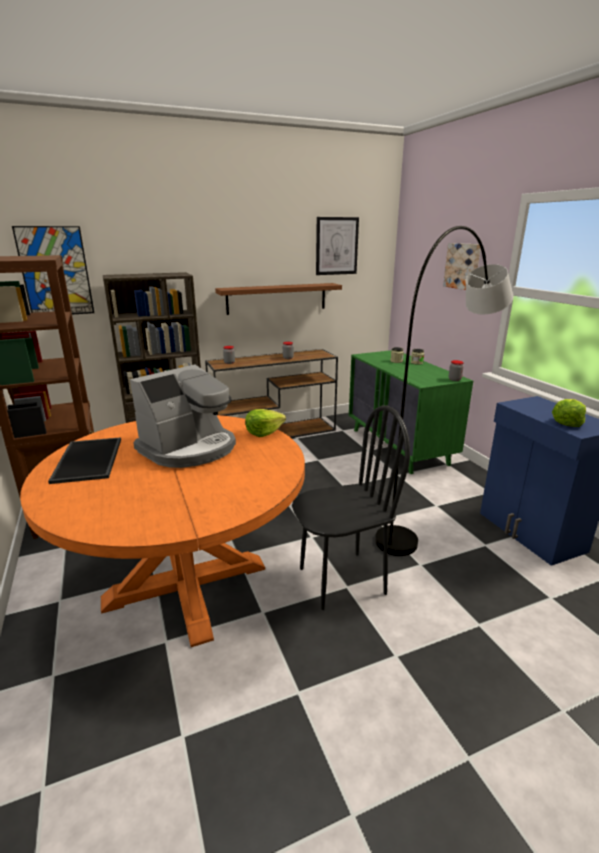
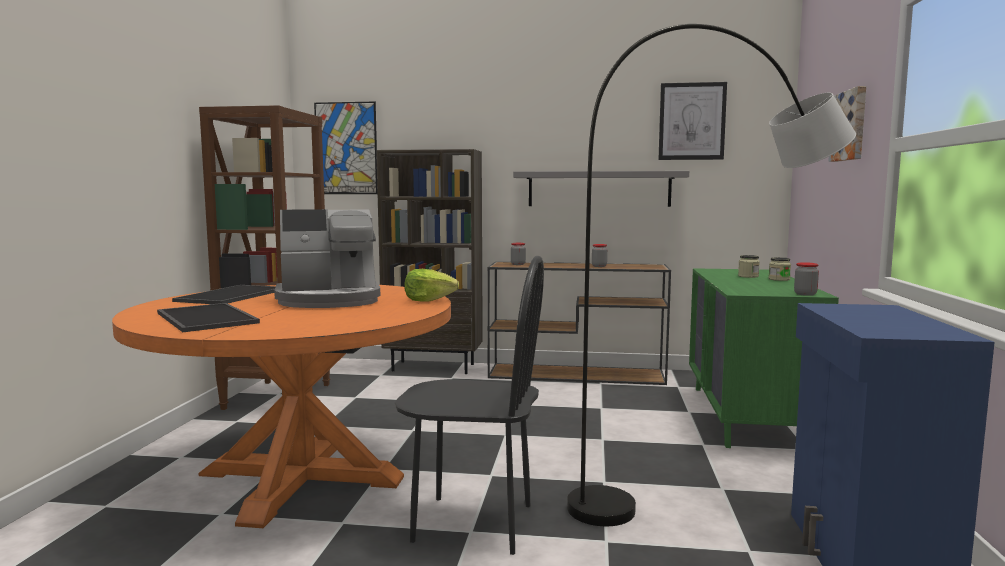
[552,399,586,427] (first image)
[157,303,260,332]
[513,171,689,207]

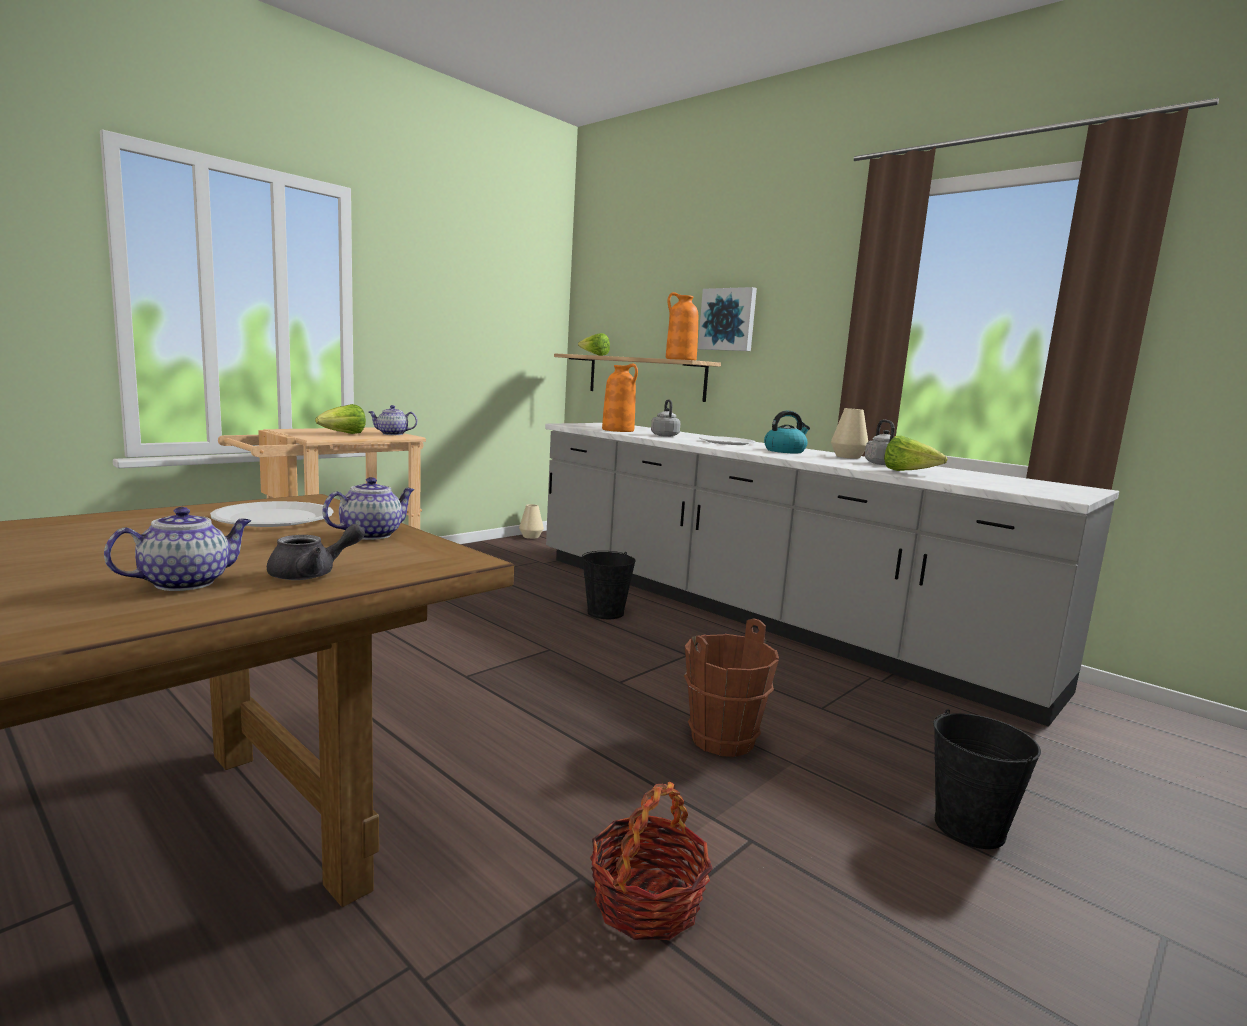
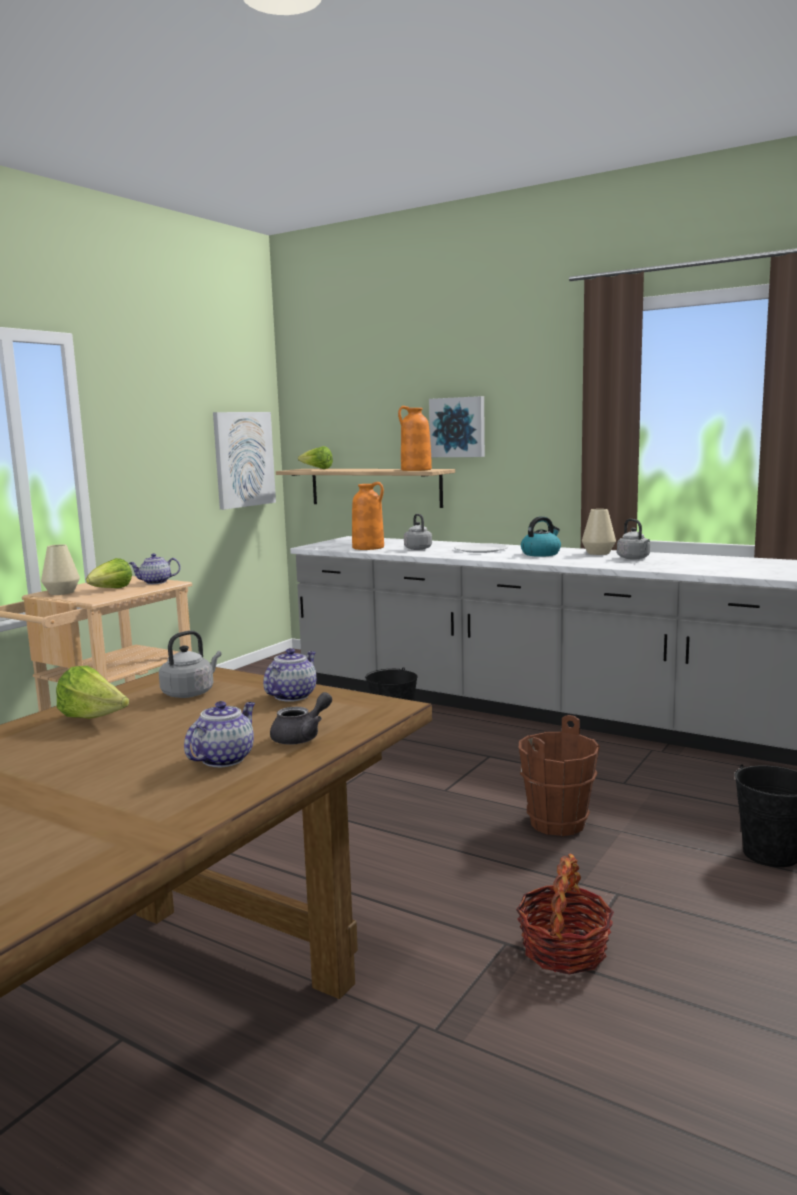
[213,412,276,510]
[41,544,80,595]
[56,666,129,719]
[159,630,222,698]

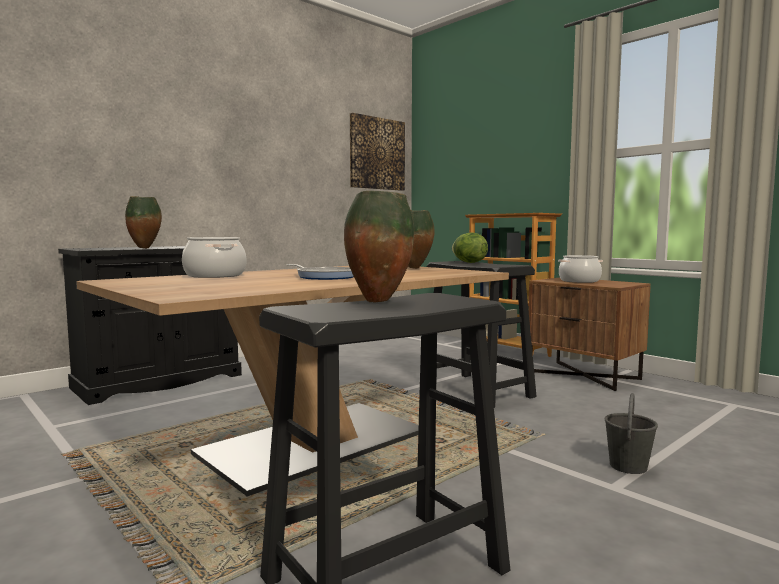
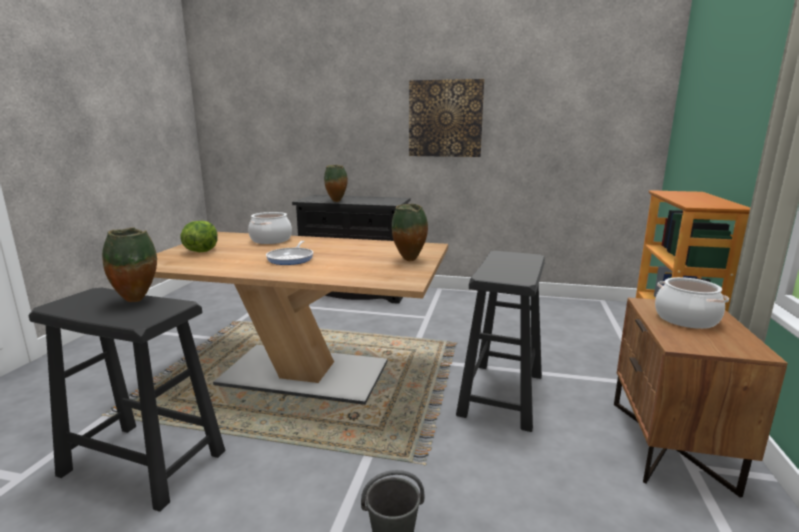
[409,79,484,157]
[180,221,218,252]

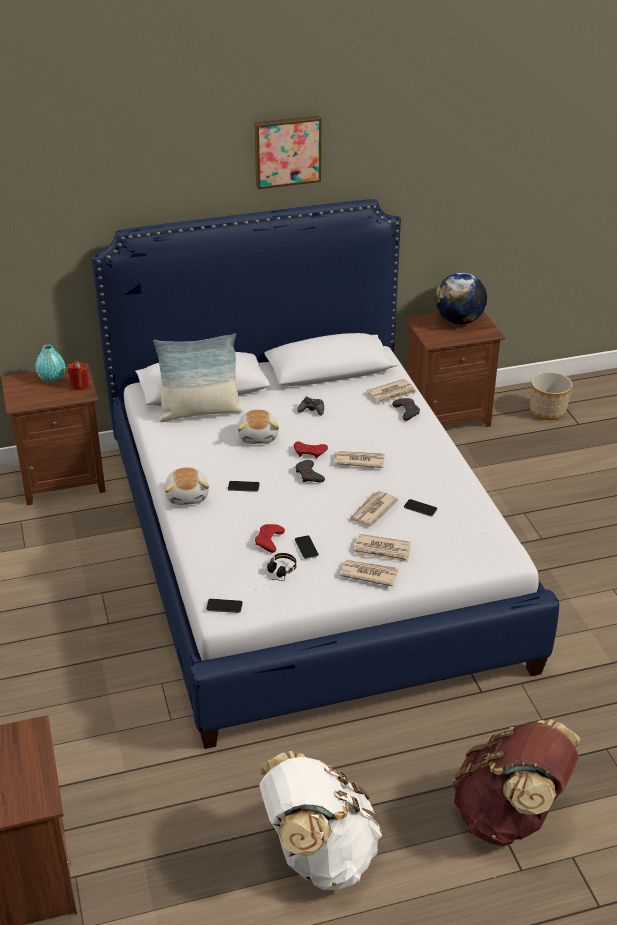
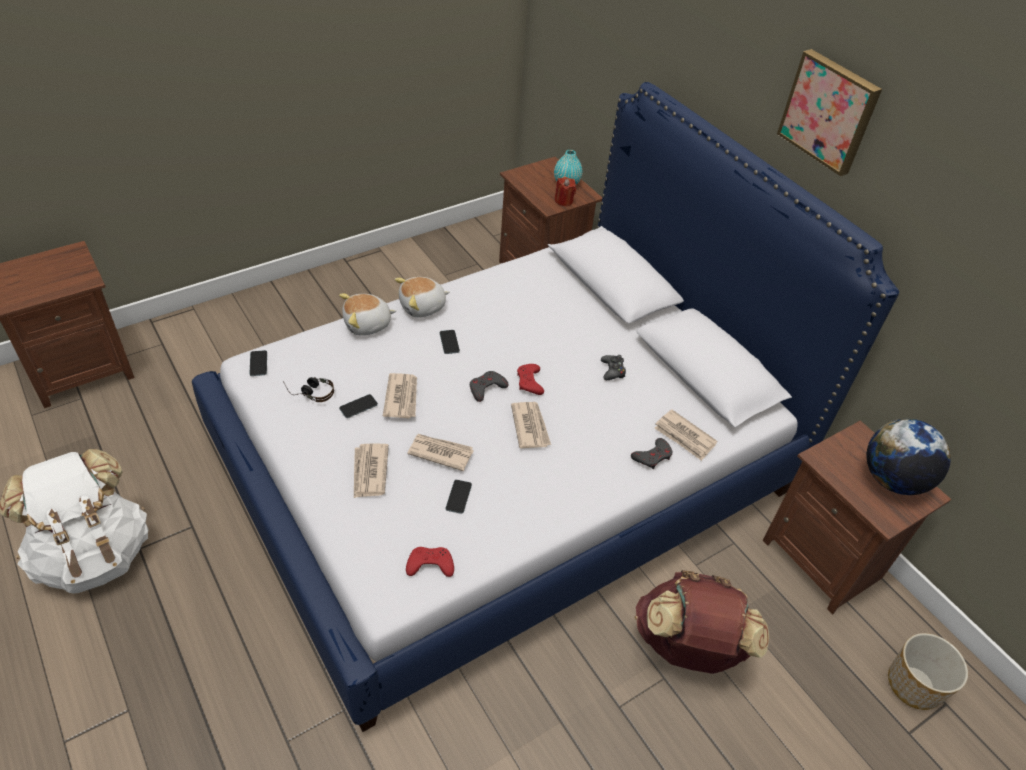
[154,333,243,422] (first image)
[339,294,396,336]
[406,547,454,577]
[383,373,417,418]
[635,570,769,674]

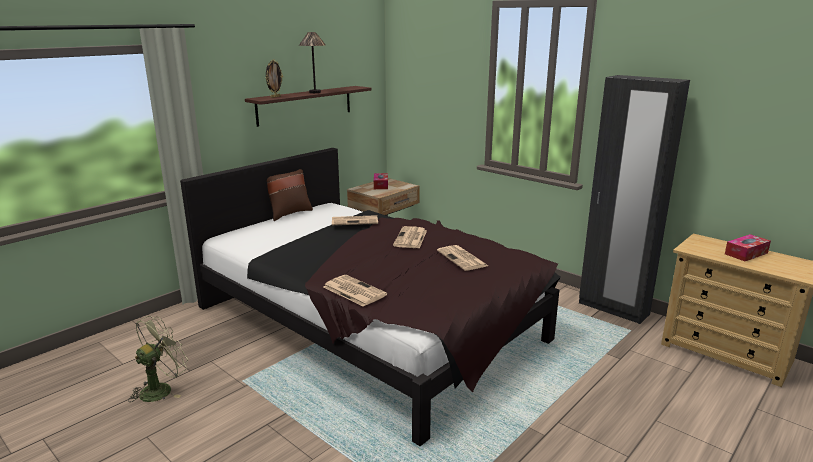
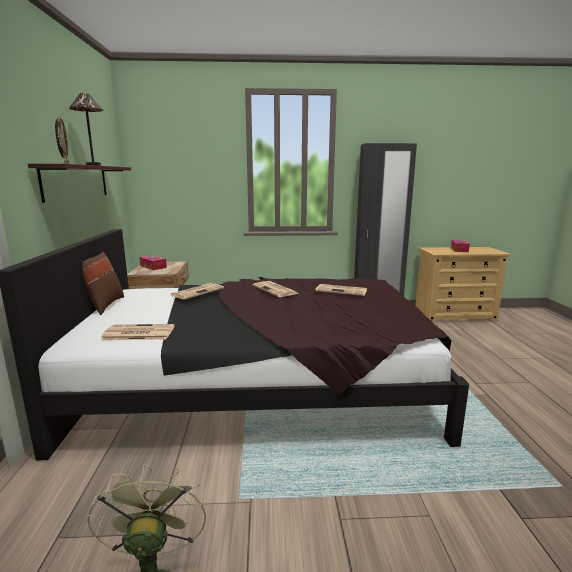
[101,324,174,340]

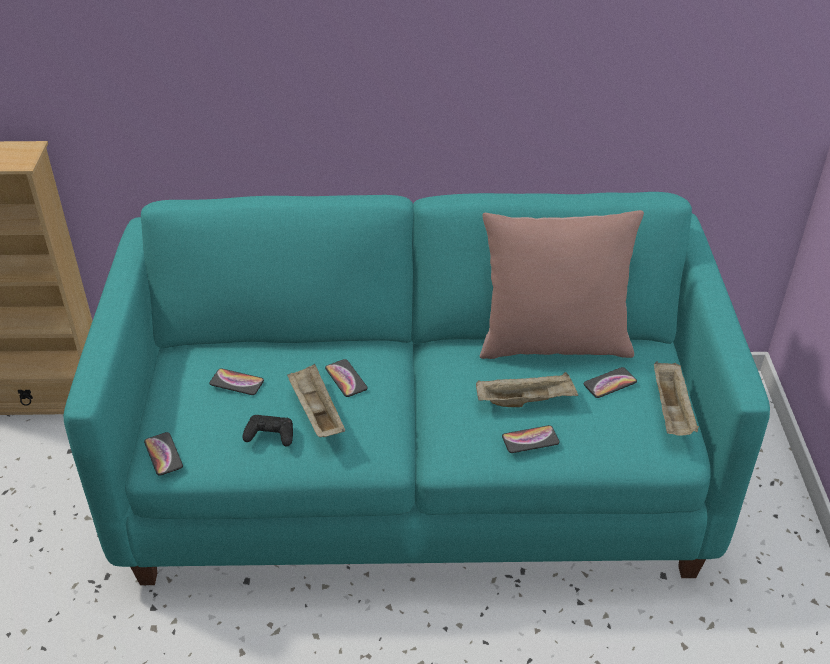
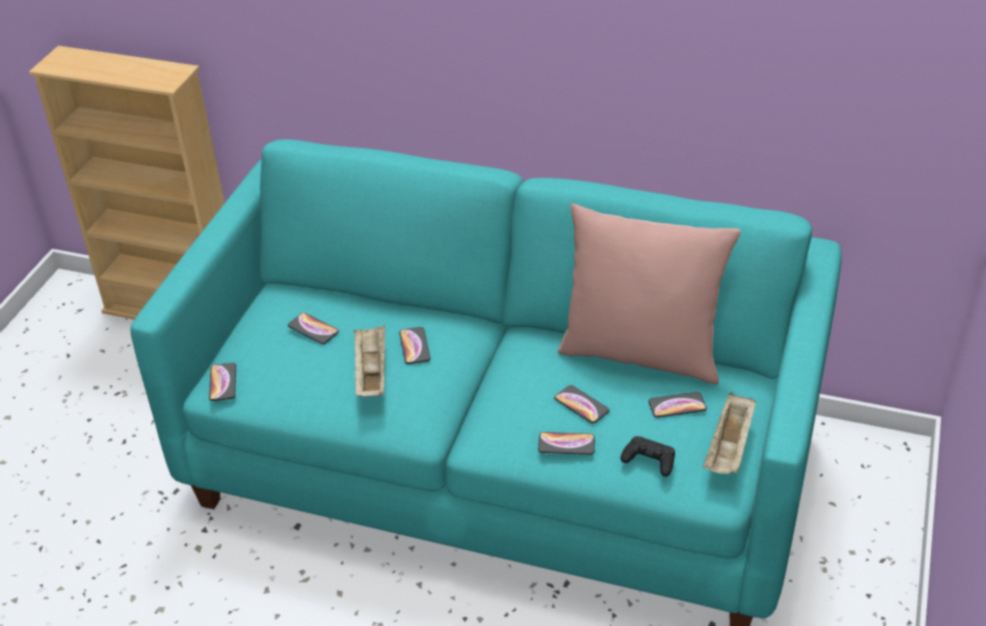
[620,436,675,477]
[554,385,609,424]

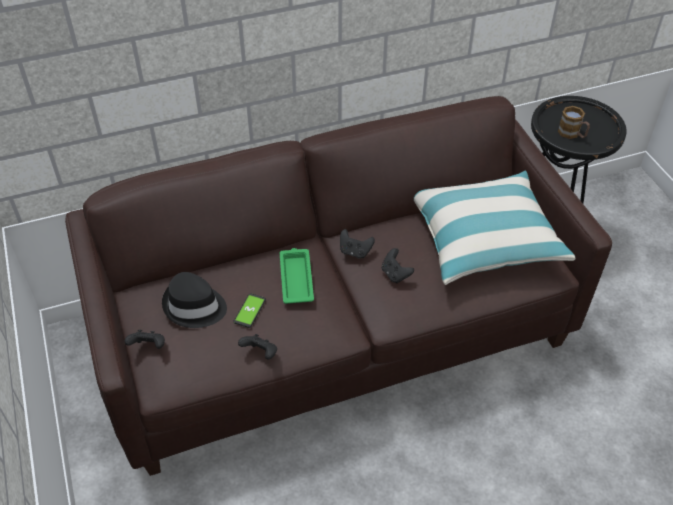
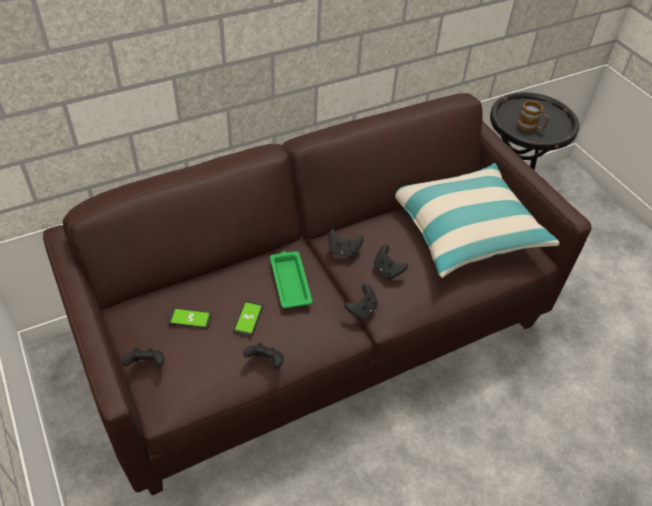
[344,284,377,320]
[168,308,212,329]

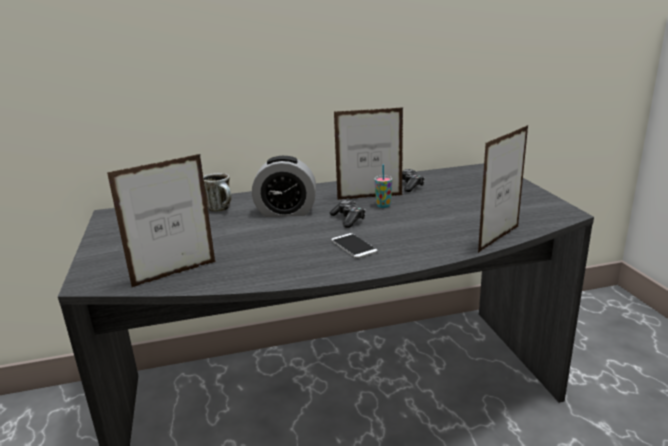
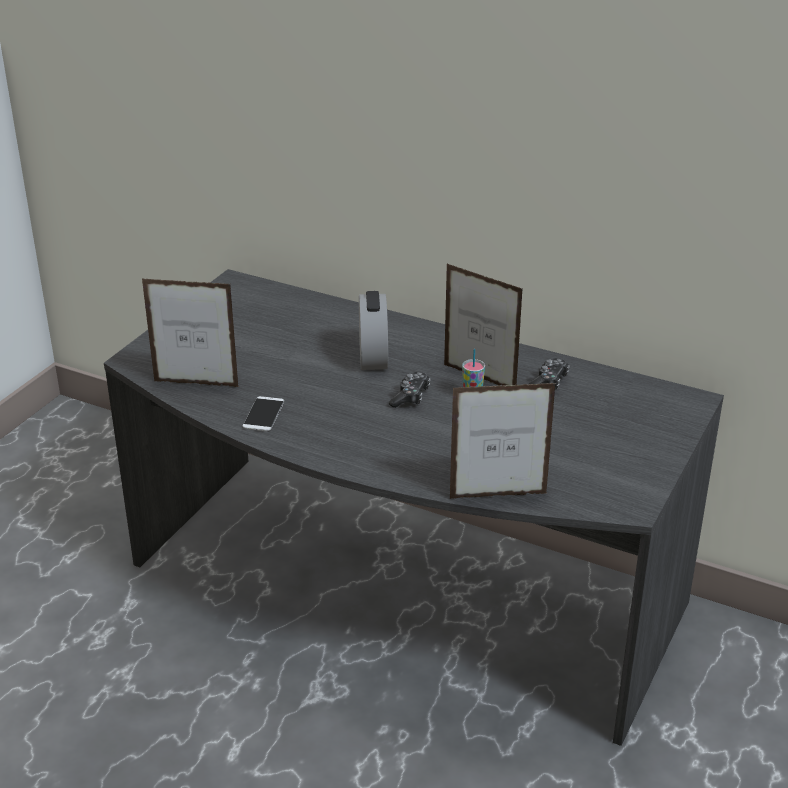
[203,173,231,212] (first image)
[243,396,284,431]
[359,291,388,370]

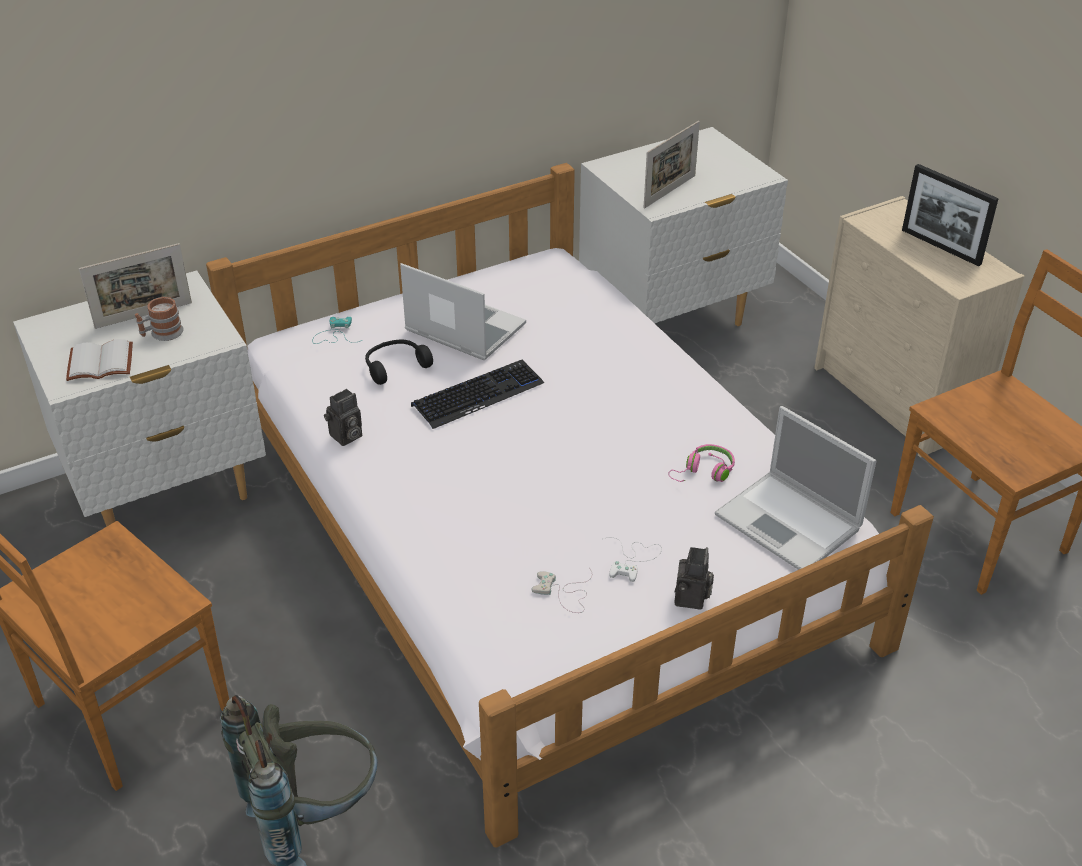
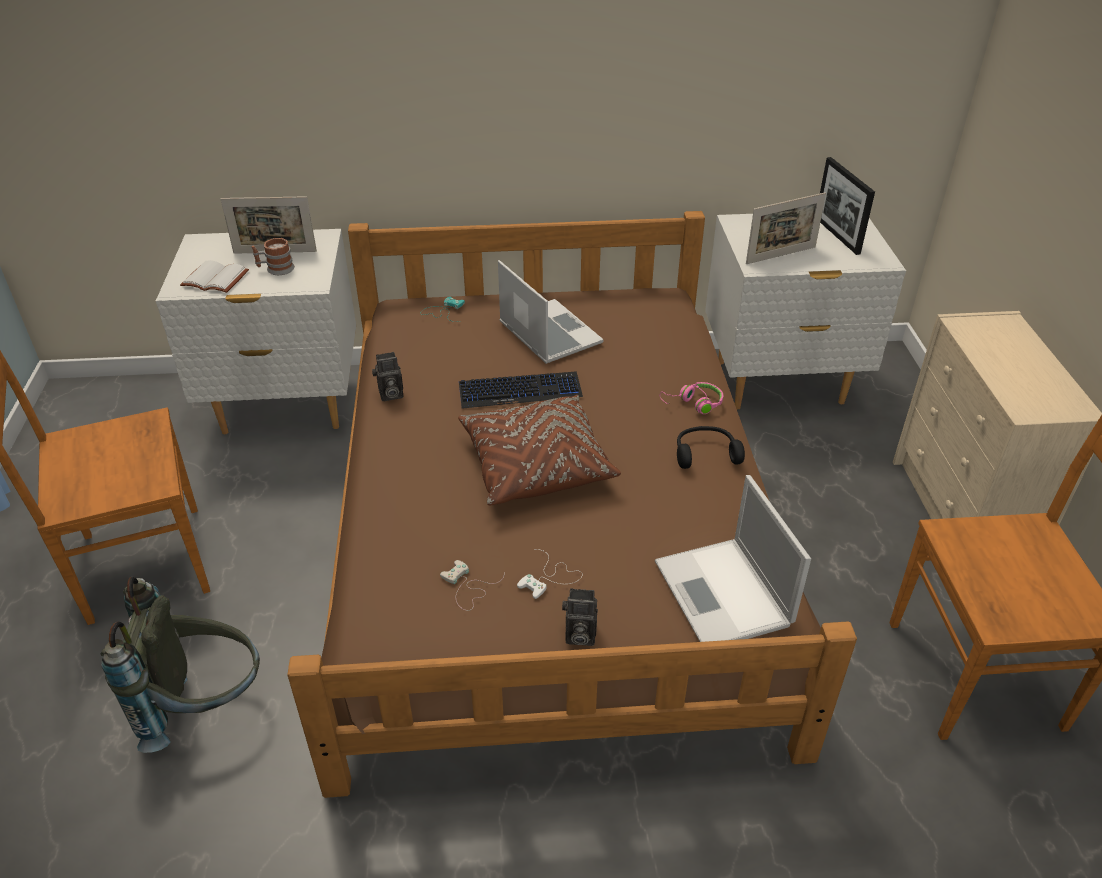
[458,395,621,505]
[677,426,745,469]
[660,382,723,414]
[820,157,875,255]
[287,211,857,798]
[562,588,598,646]

